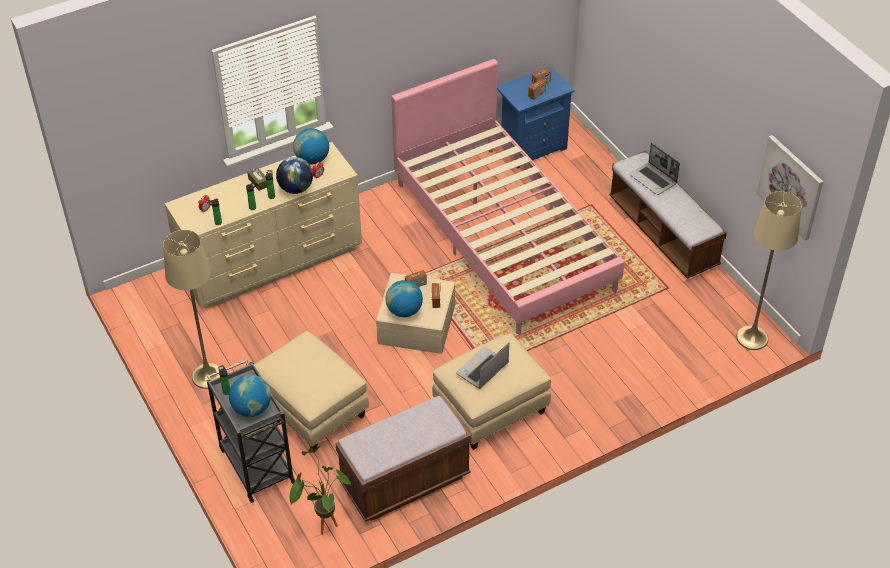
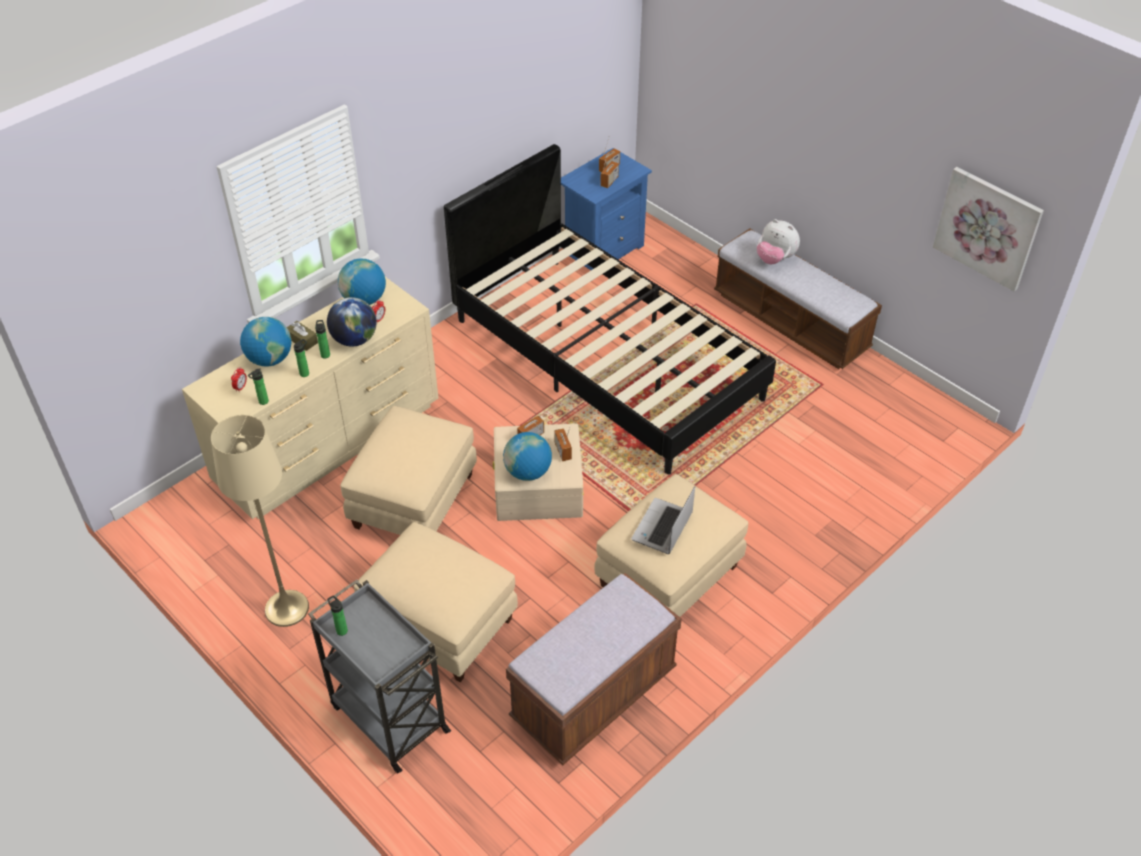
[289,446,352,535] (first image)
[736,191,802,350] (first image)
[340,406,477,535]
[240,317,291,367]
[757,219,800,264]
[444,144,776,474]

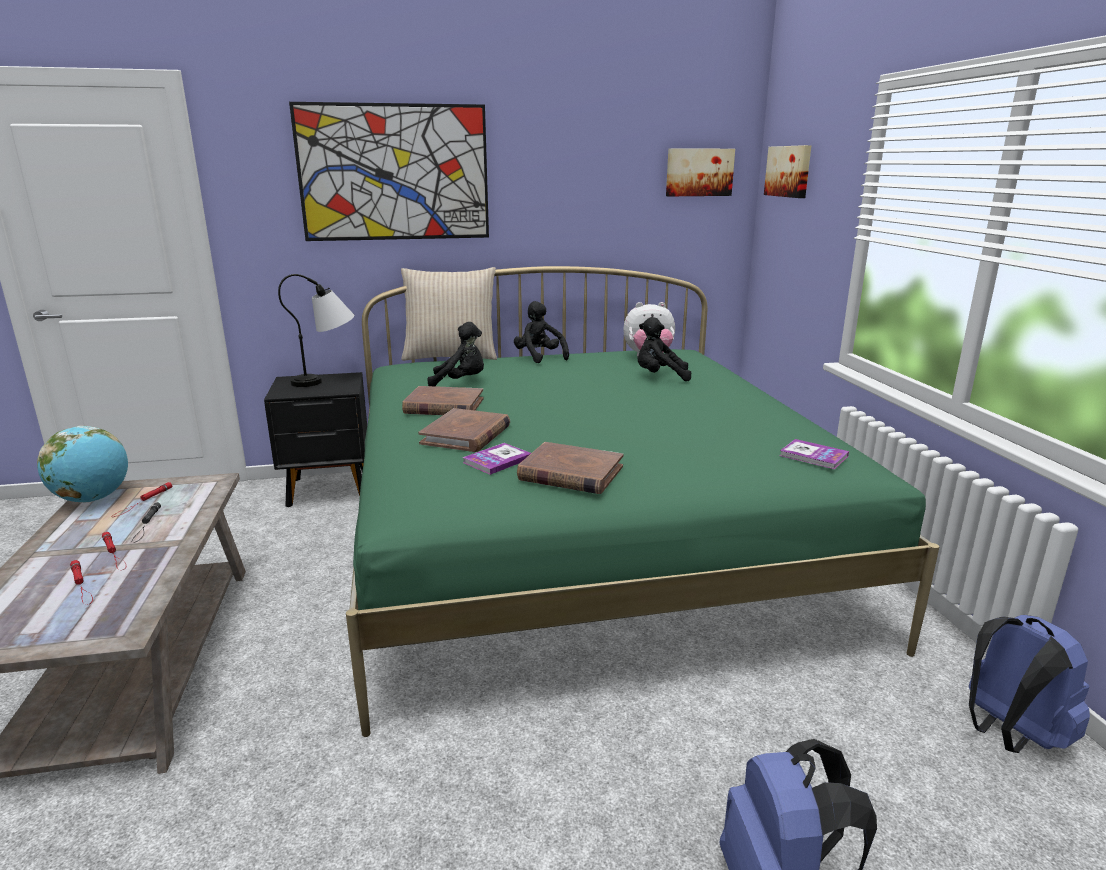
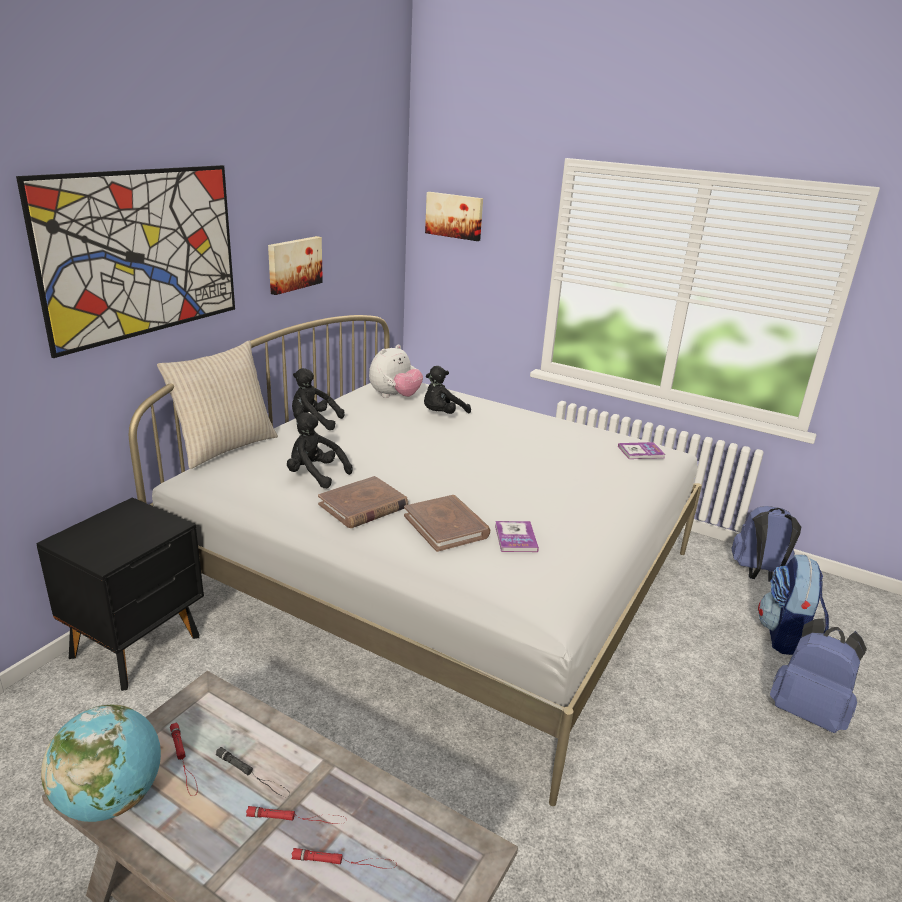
[278,274,354,387] (first image)
[517,442,624,494] (first image)
[758,555,829,655]
[268,236,323,295]
[129,315,702,806]
[287,412,353,488]

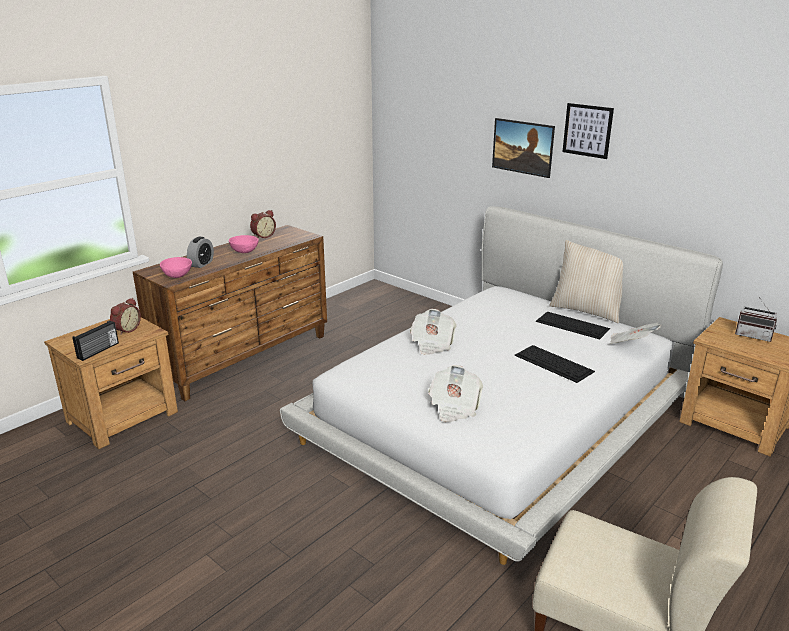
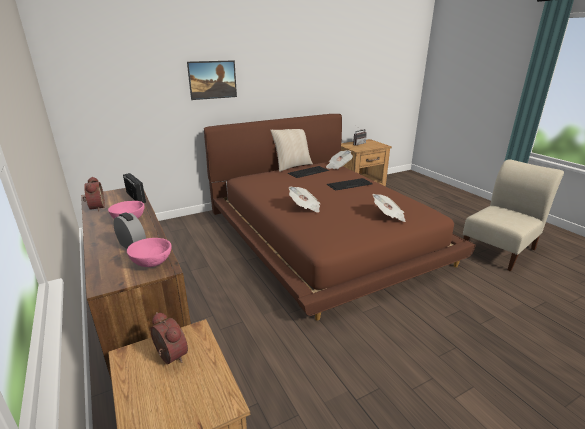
[562,103,614,159] (first image)
[123,173,146,203]
[204,114,476,320]

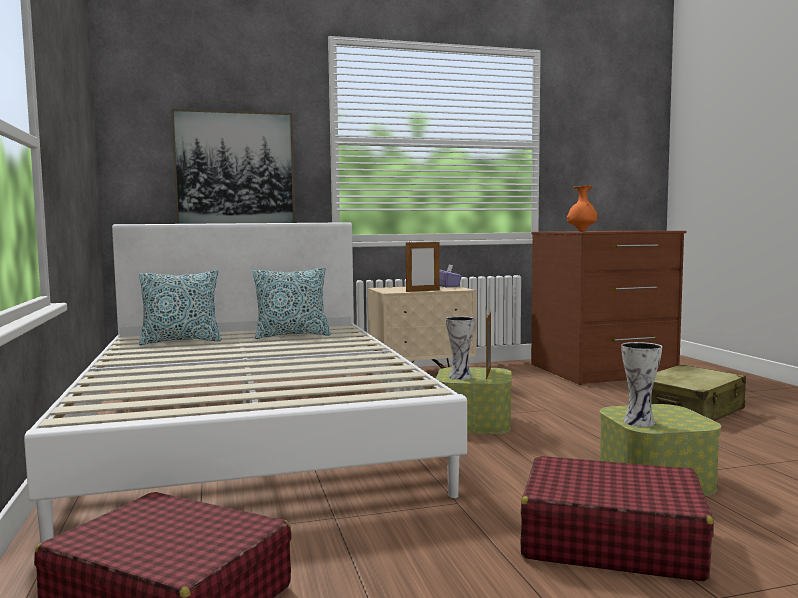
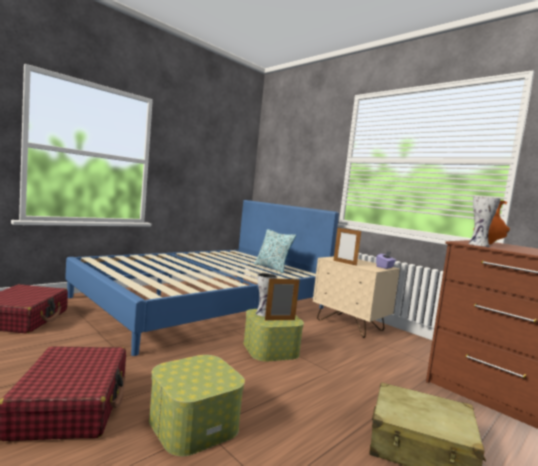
[139,270,221,345] (first image)
[171,109,295,224] (first image)
[468,196,501,247]
[65,200,339,356]

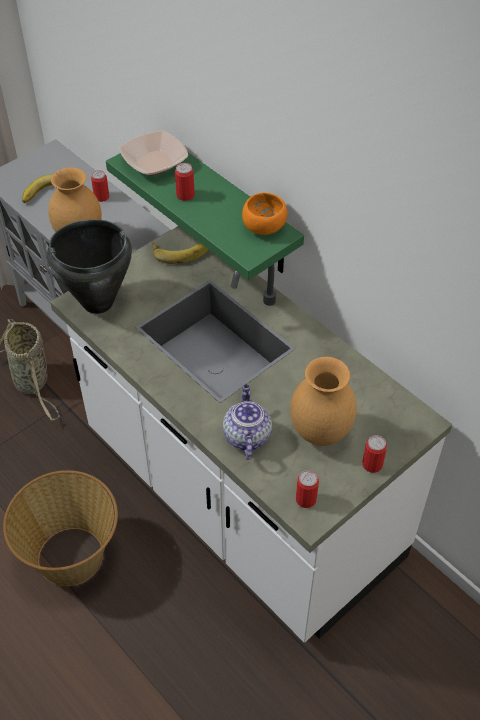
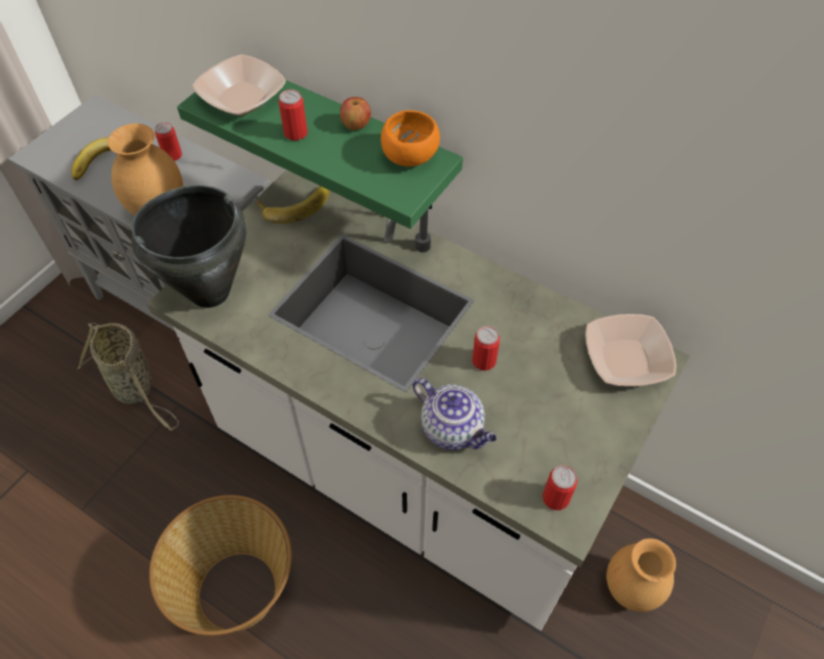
[340,97,371,130]
[585,314,676,386]
[607,538,676,612]
[472,326,500,371]
[413,378,497,450]

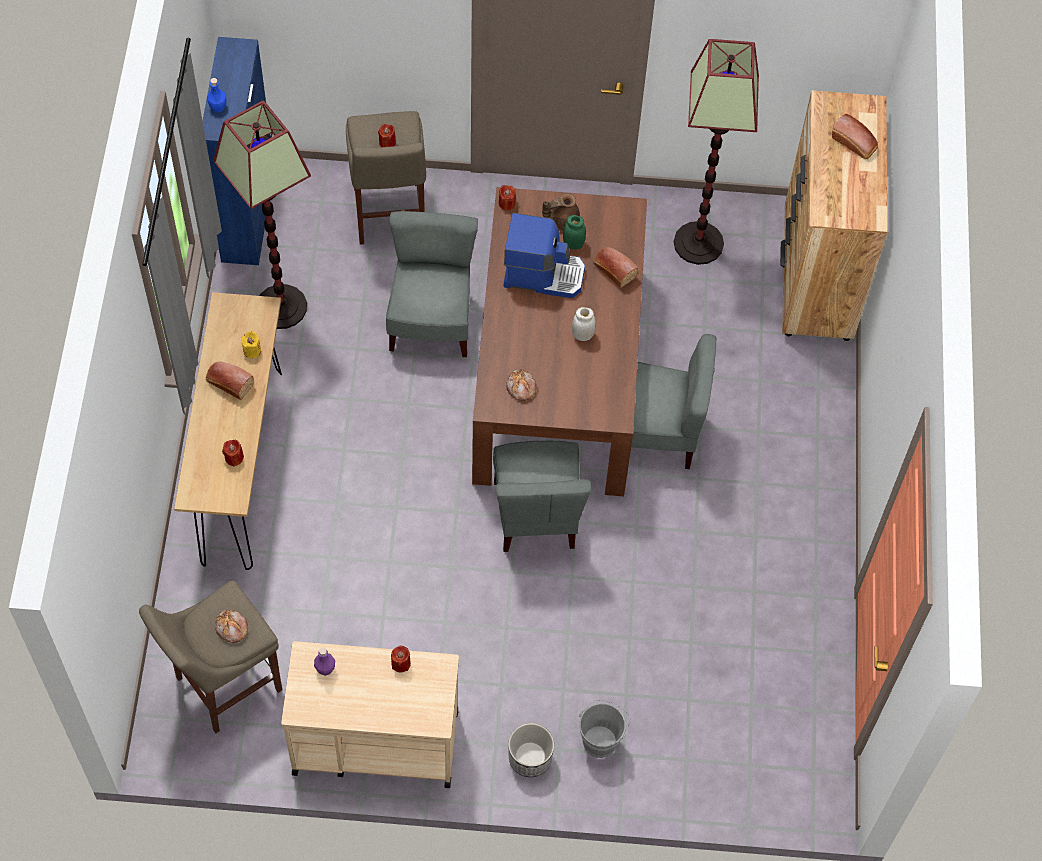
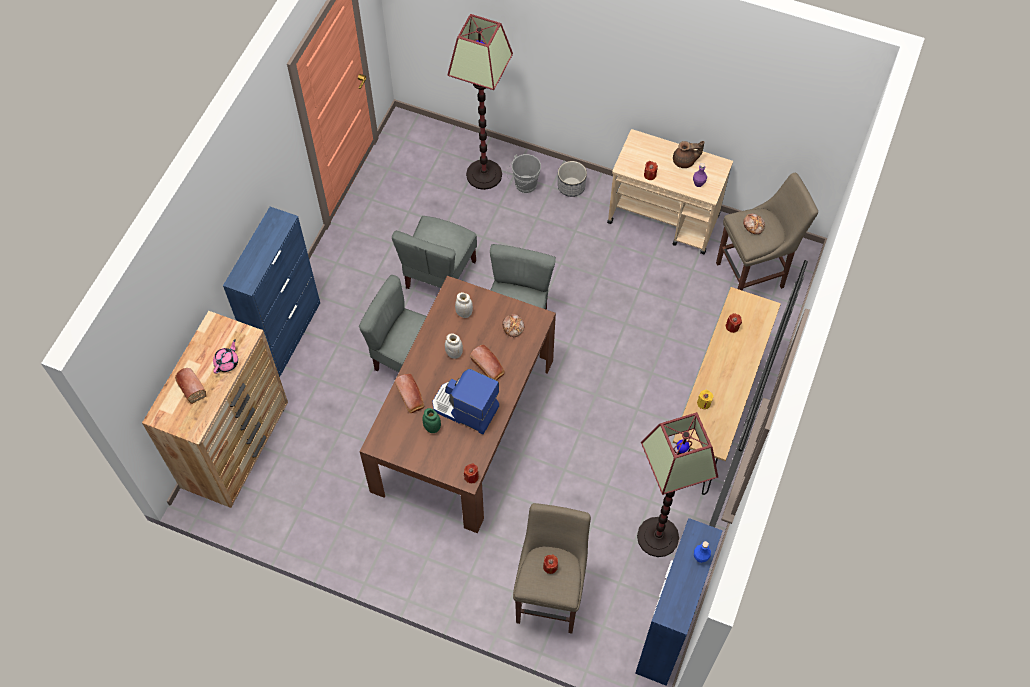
[213,339,238,374]
[223,207,320,377]
[455,292,473,318]
[470,345,505,380]
[392,216,477,289]
[673,141,704,168]
[448,14,513,190]

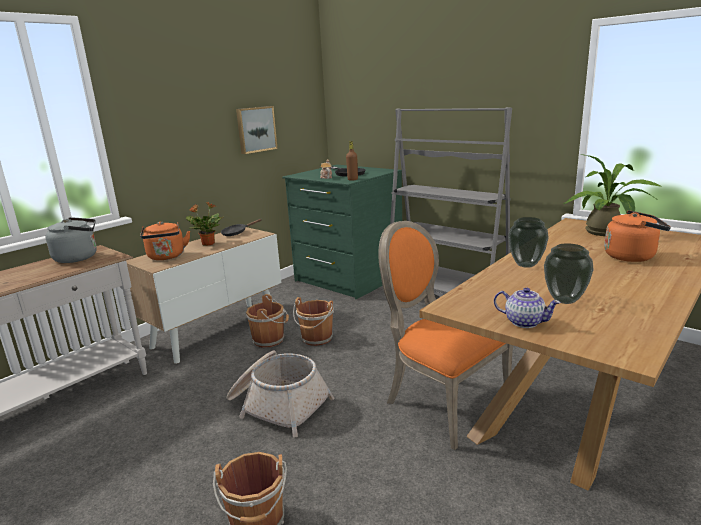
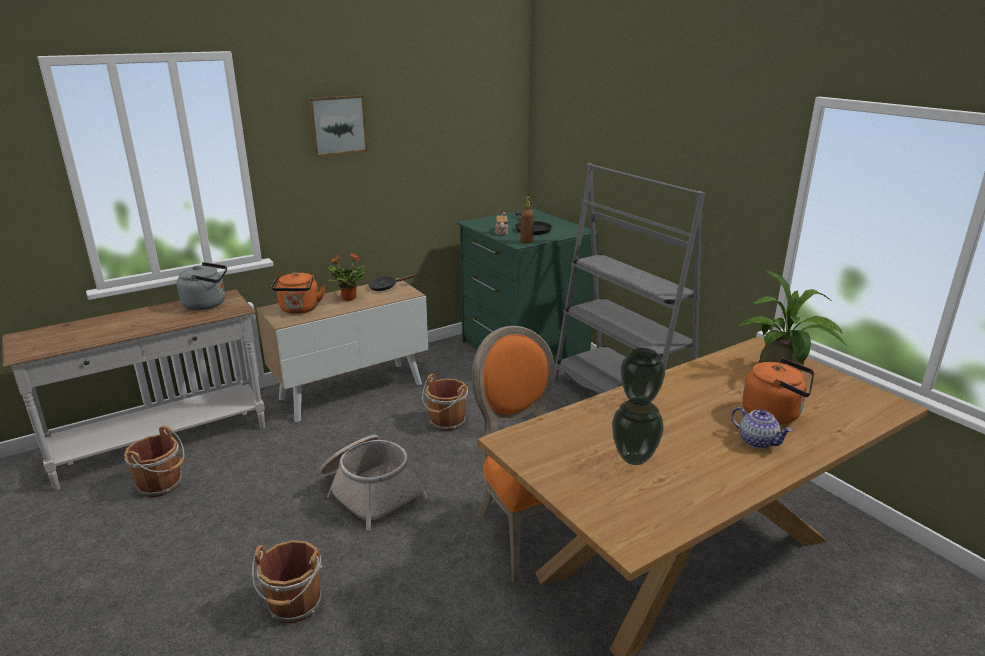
[308,95,368,157]
[124,426,185,498]
[731,407,793,449]

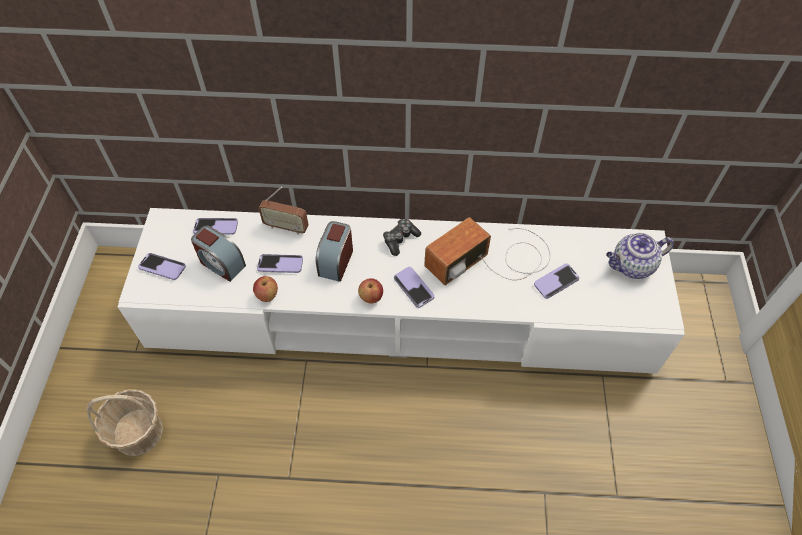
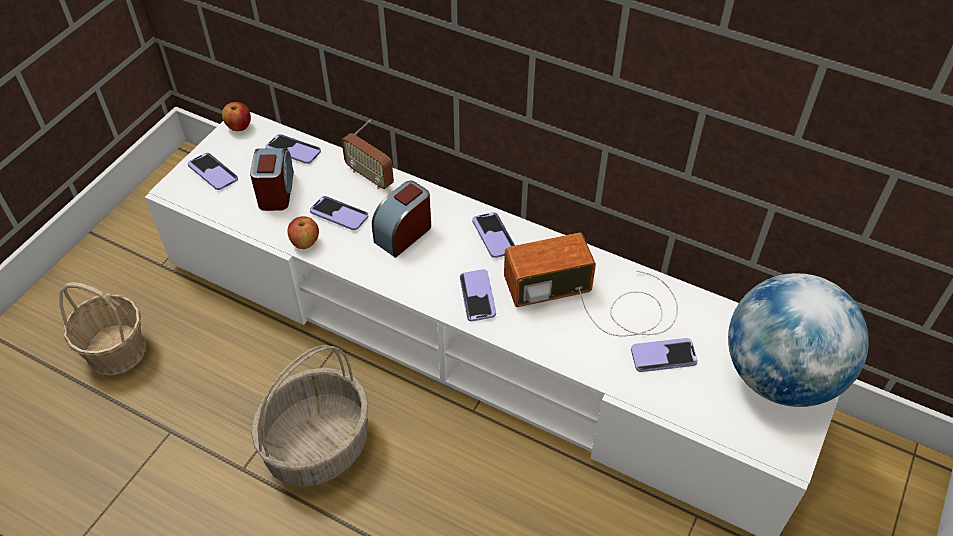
[251,345,369,487]
[222,102,251,131]
[472,212,515,258]
[728,273,869,407]
[250,148,294,211]

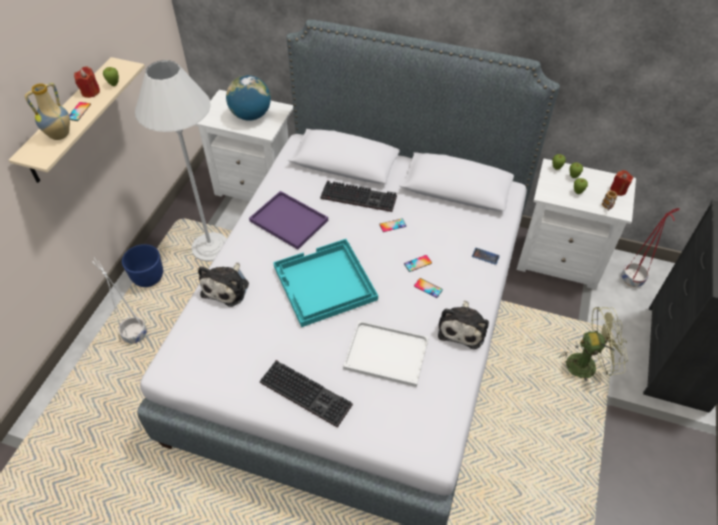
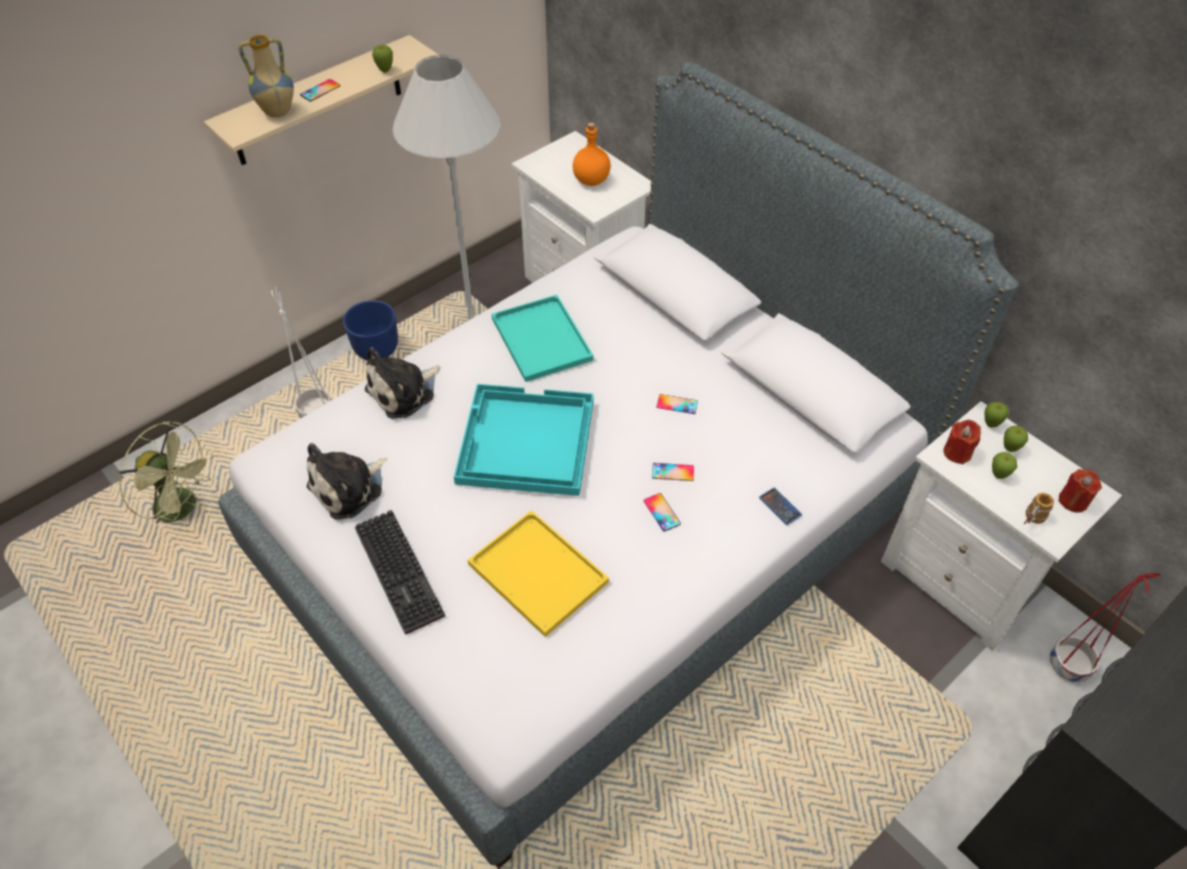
[320,180,397,212] (first image)
[944,420,981,464]
[307,443,387,520]
[119,421,213,523]
[573,123,611,186]
[492,295,594,382]
[468,510,609,637]

